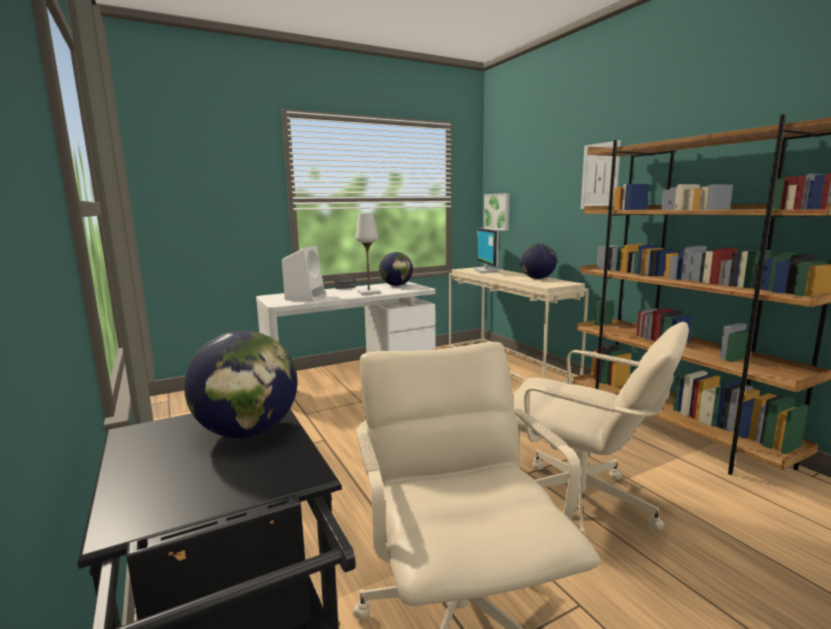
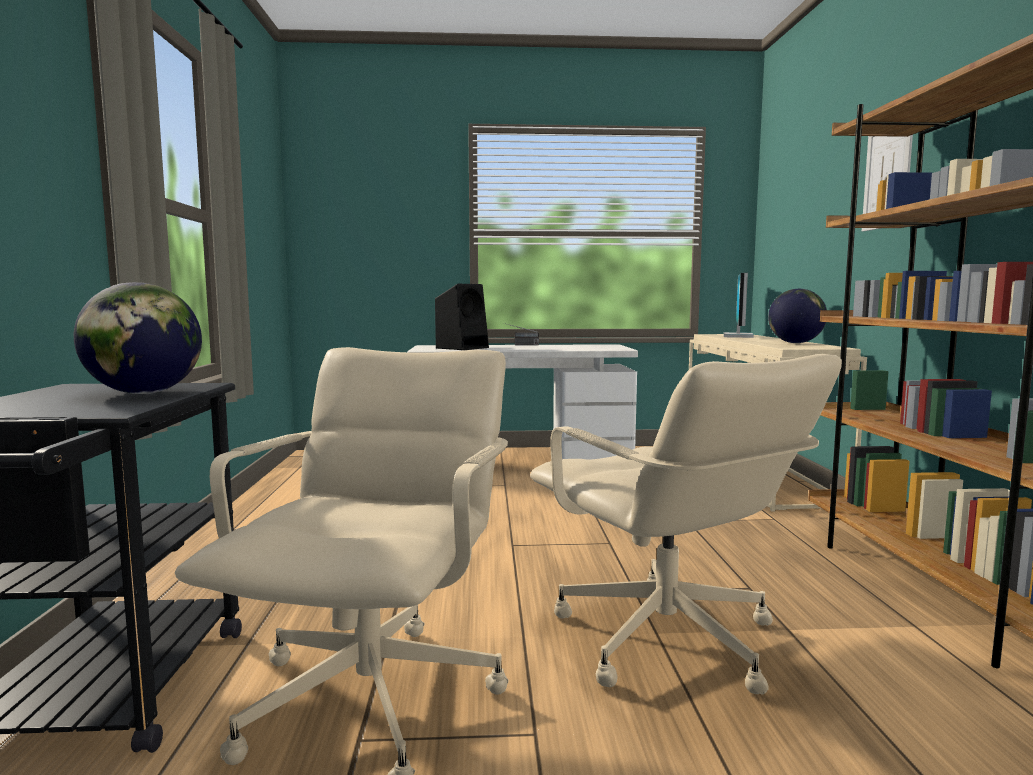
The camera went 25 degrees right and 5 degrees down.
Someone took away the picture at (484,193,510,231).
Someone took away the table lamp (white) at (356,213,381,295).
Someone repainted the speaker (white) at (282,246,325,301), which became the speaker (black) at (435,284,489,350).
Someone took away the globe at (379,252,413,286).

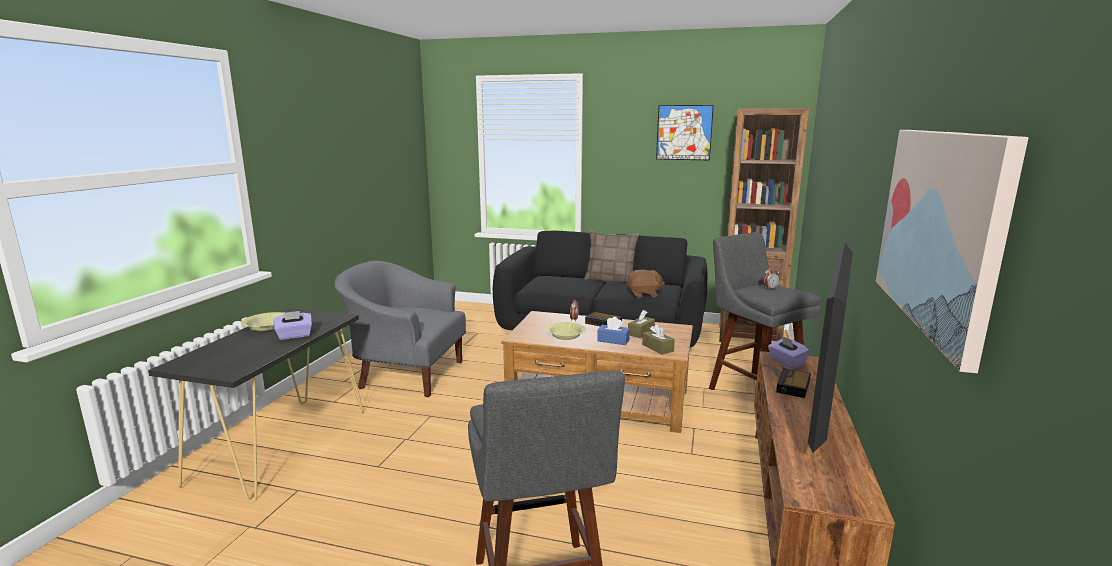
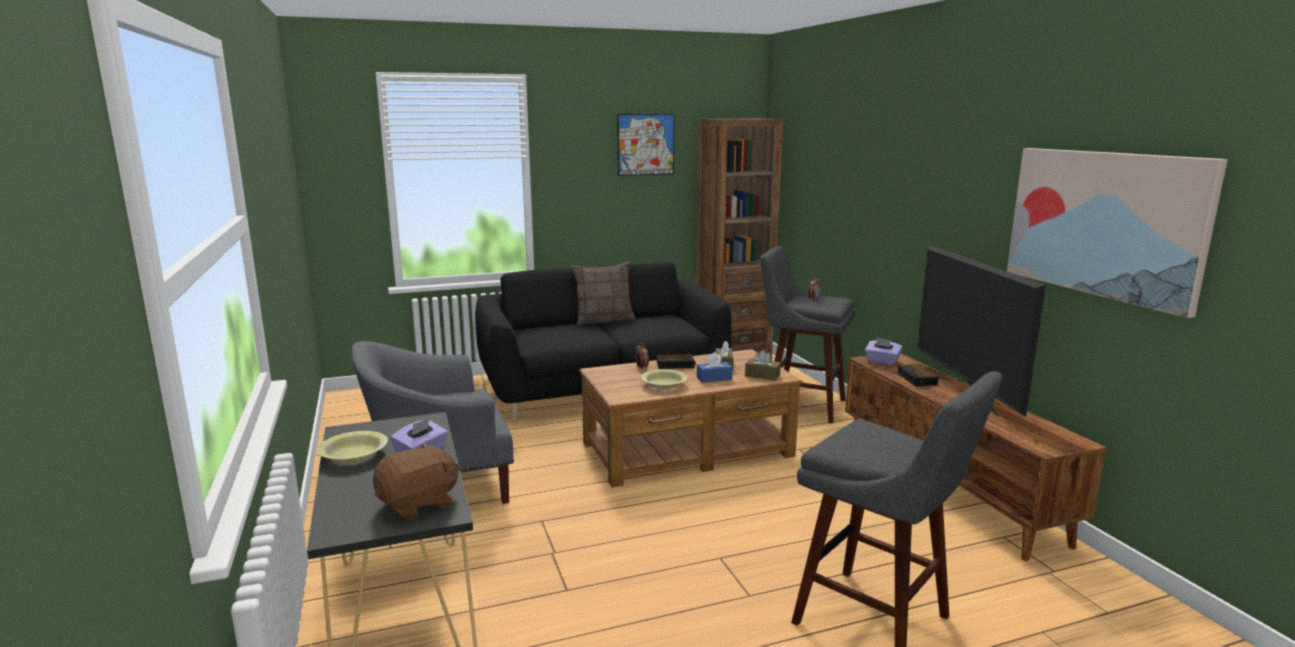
The camera went 35 degrees left and 0 degrees up.
Someone carried the plush toy (brown) from (627,270,665,298) to (373,443,460,520).

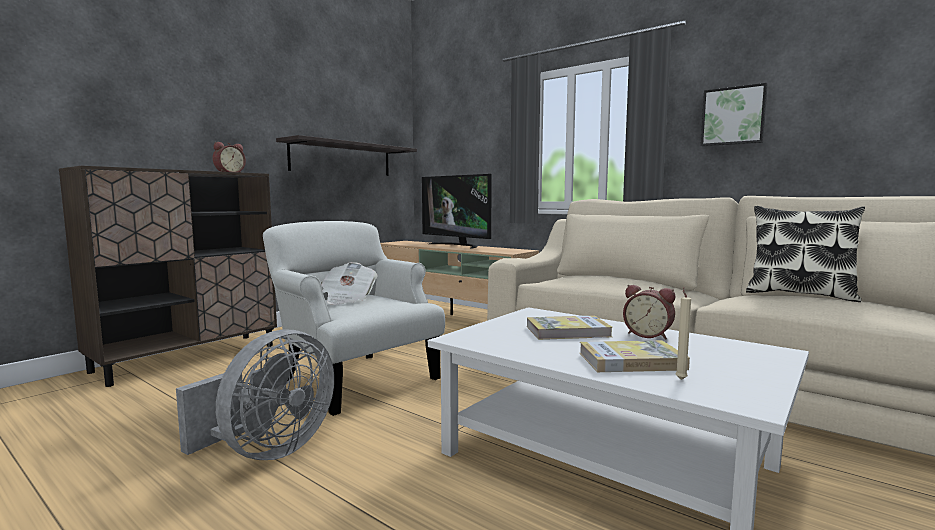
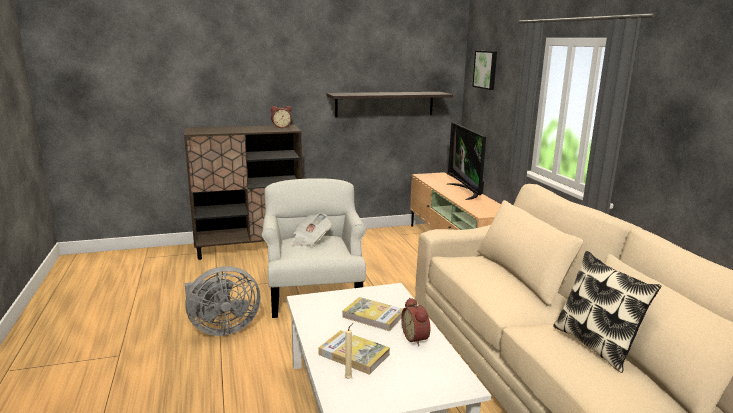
The camera went 35 degrees right and 10 degrees up.
Someone carried the picture from (701,83,768,146) to (472,51,497,90).

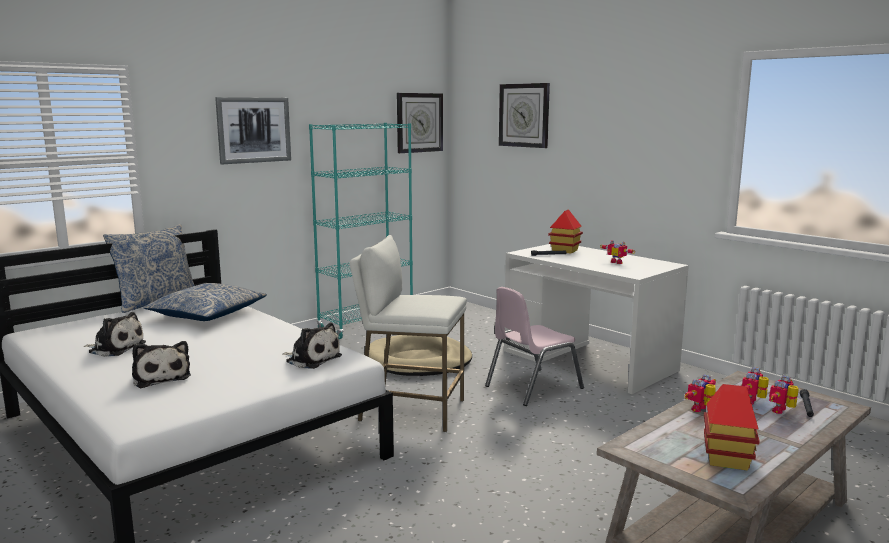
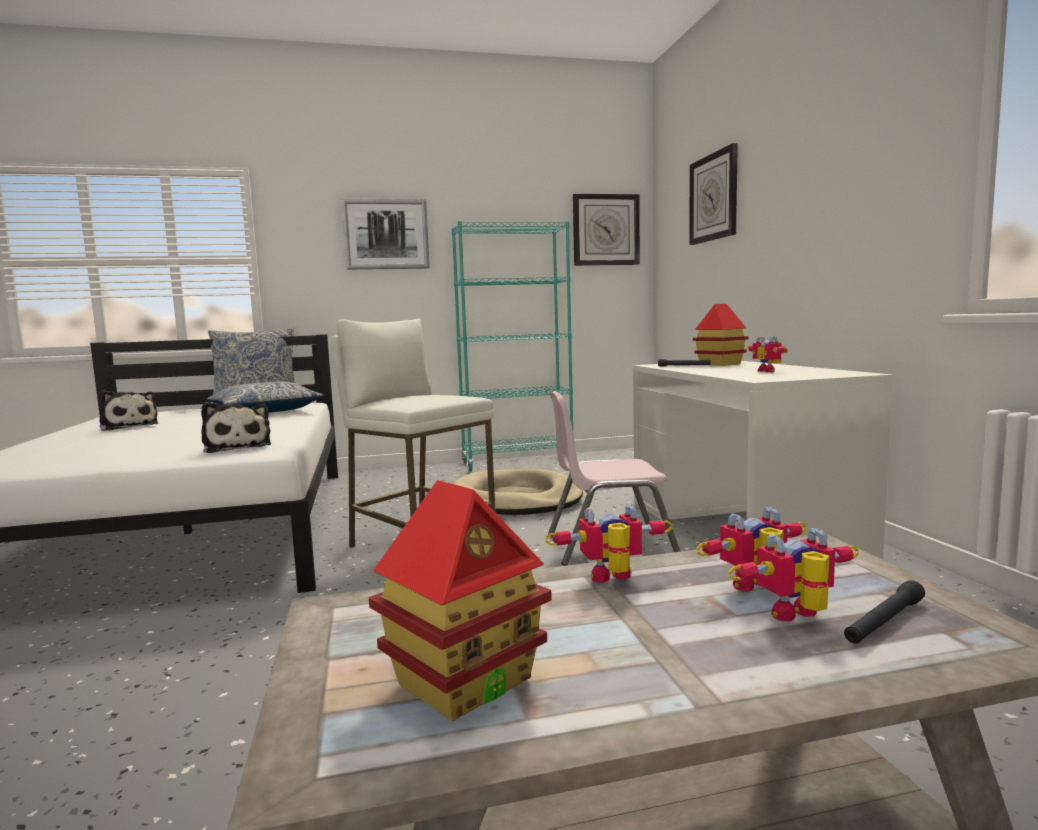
The camera went 30 degrees right and 5 degrees down.
Someone took away the plush toy at (132,341,191,388).

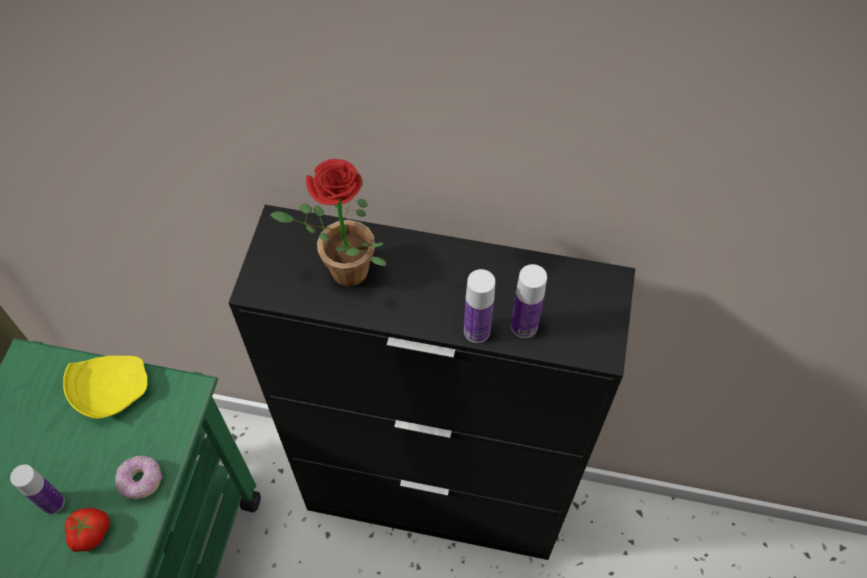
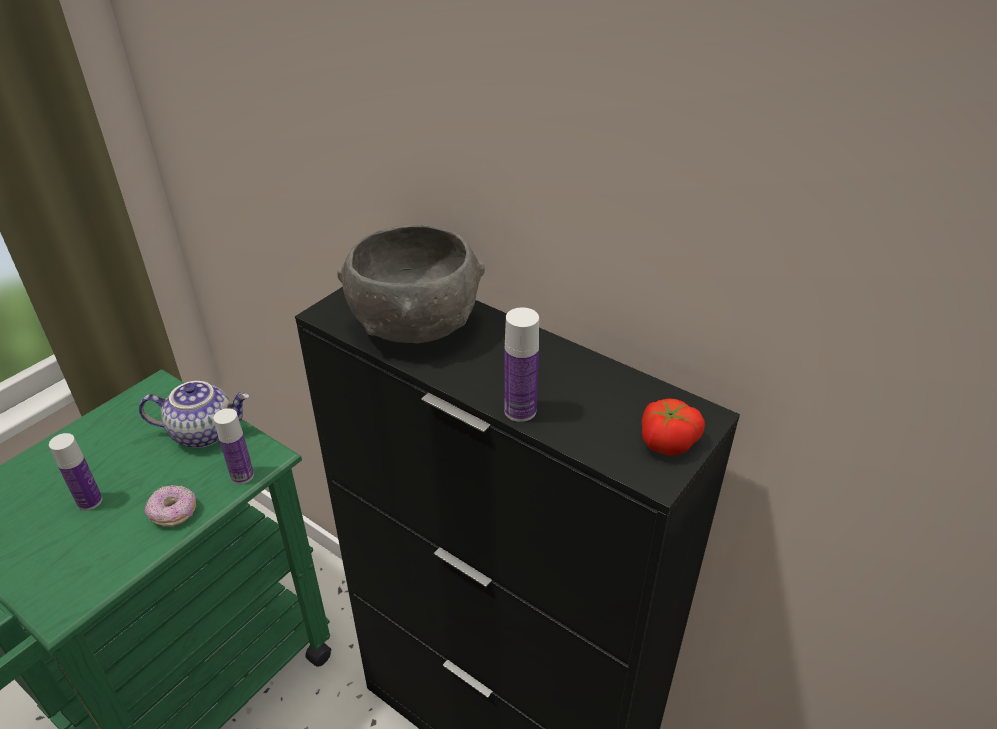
The camera went 25 degrees right and 20 degrees down.
Someone swapped the potted plant at (270,159,386,287) for the bowl (grey) at (337,225,485,343).
Someone carried the bottle from (511,264,547,338) to (213,408,254,484).
Someone swapped the plate (yellow) at (63,356,147,419) for the teapot at (139,381,250,448).
Someone carried the tomato from (65,508,110,552) to (642,398,705,455).

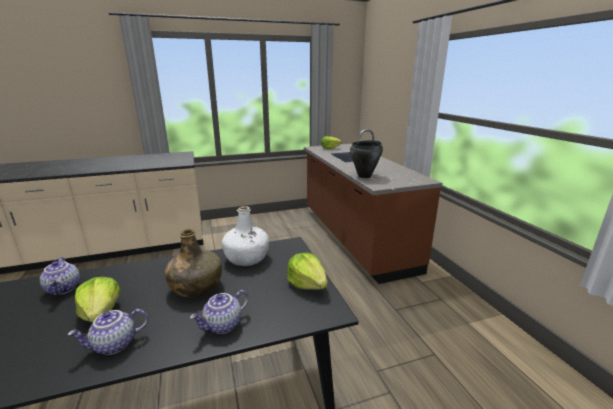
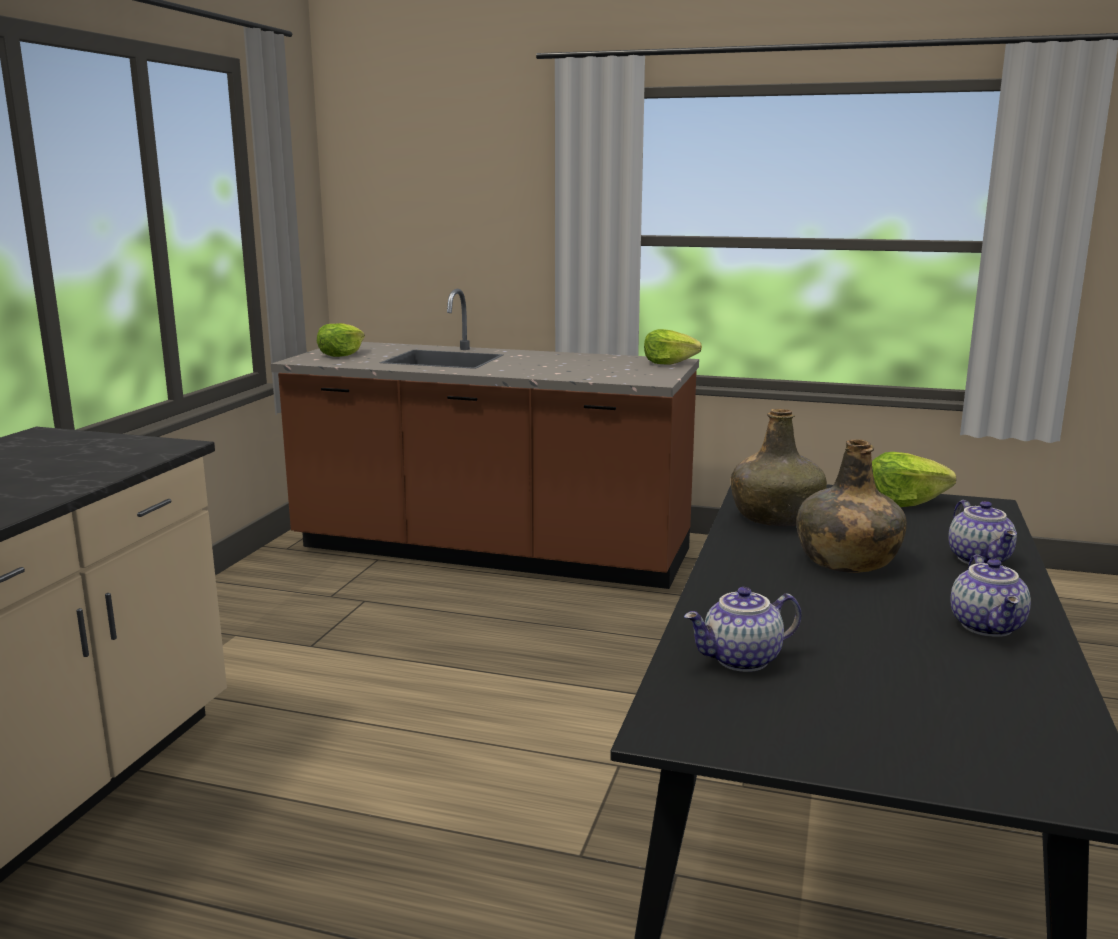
The camera went 55 degrees left and 5 degrees down.
Someone took away the cooking pot (black) at (350,140,383,178).
Someone repainted the bottle (white) at (222,206,269,266), which became the bottle (green) at (731,409,827,526).
Someone rotated the teapot at (40,257,80,295) by 150 degrees clockwise.
Someone carried the lettuce from (75,277,120,323) to (644,329,702,365).

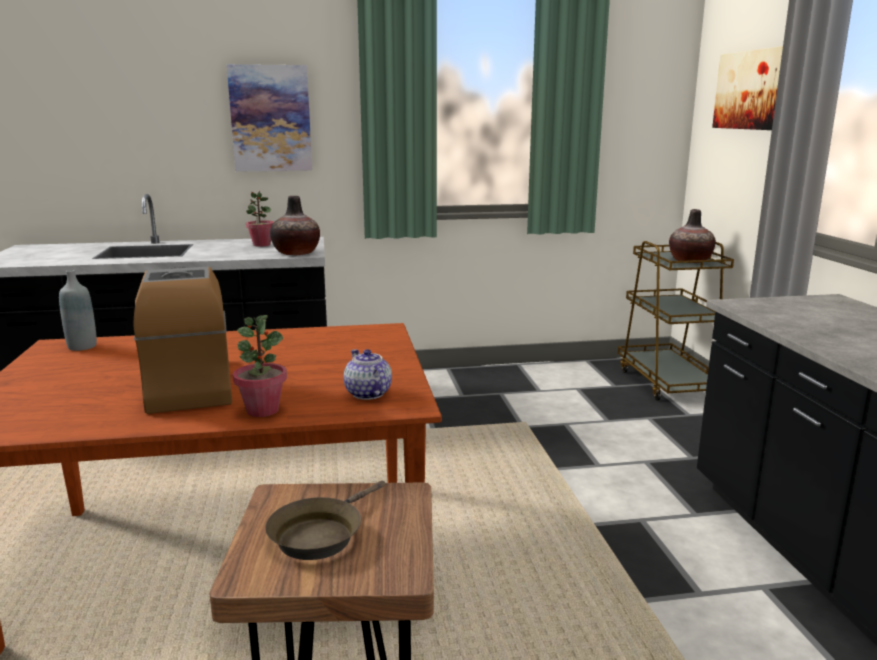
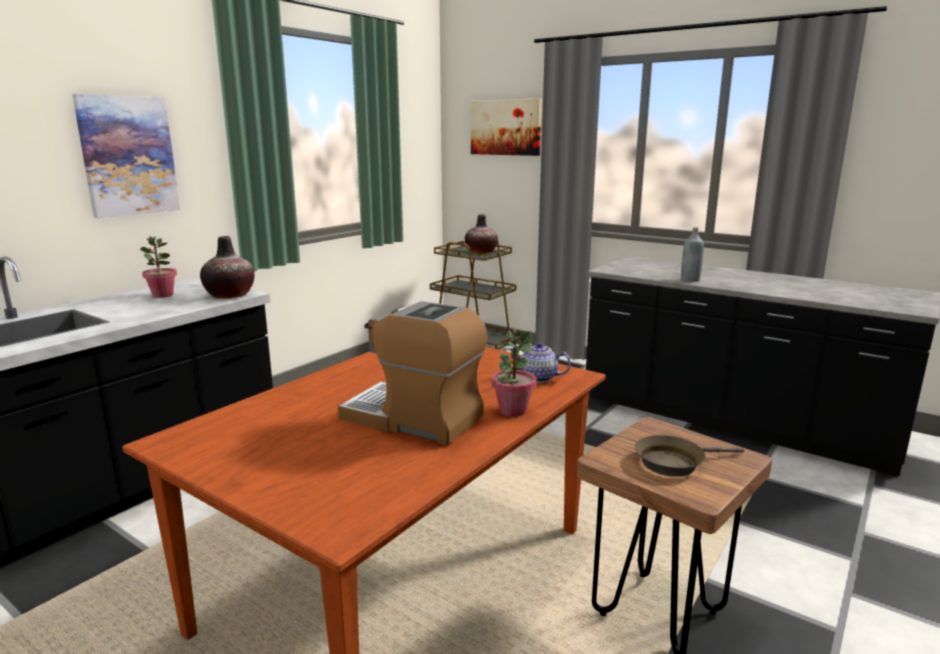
The camera went 45 degrees left and 0 degrees up.
Someone carried the bottle (grey) from (59,270,97,351) to (681,227,704,282).
Someone rotated the frying pan (brown) at (265,480,385,560) by 90 degrees clockwise.

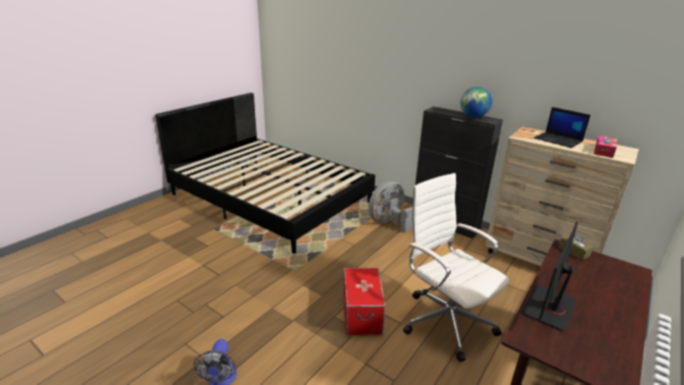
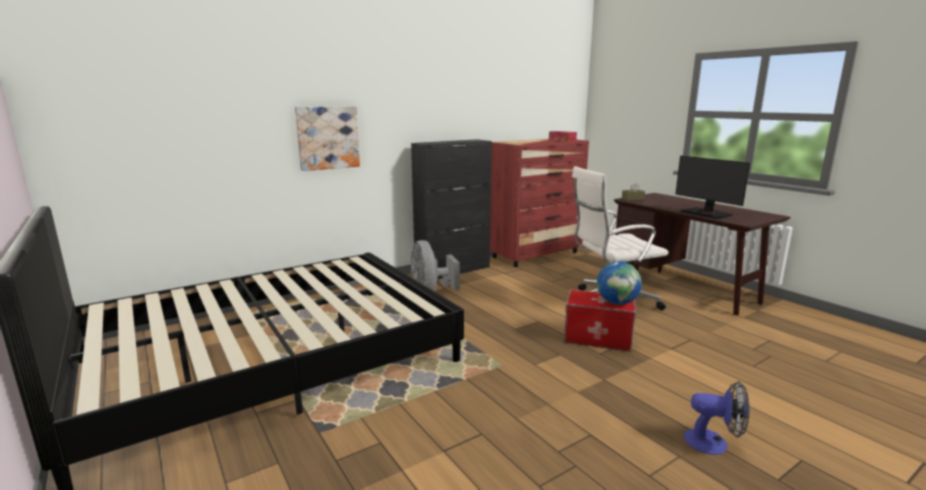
The camera went 70 degrees left and 10 degrees down.
Someone carried the globe from (460,87,492,118) to (597,261,642,305).
Someone took away the laptop at (534,107,591,148).
Someone repainted the dresser (beige) at (485,126,639,266), which became the dresser (red) at (490,139,589,267).
Someone put up the picture at (295,106,360,171).

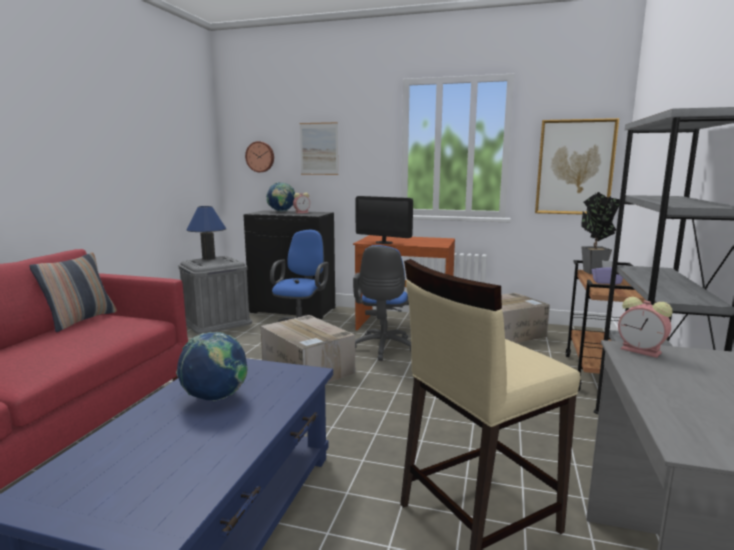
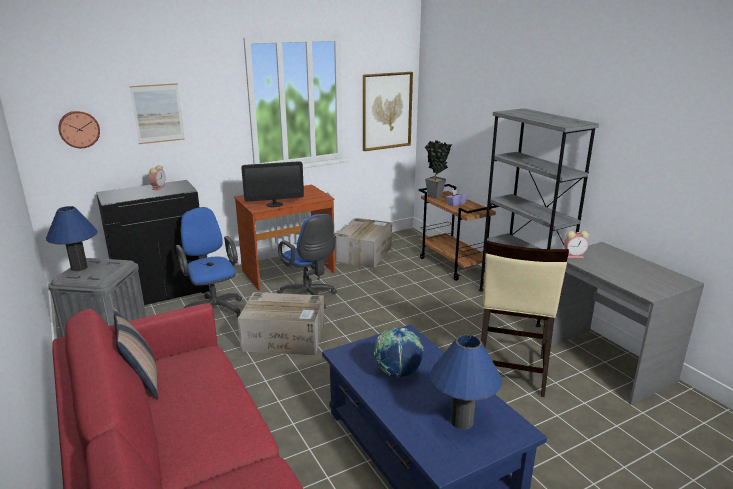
The camera went 45 degrees left and 10 degrees up.
Someone took away the globe at (266,182,295,212).
Someone put down the table lamp (blue) at (430,335,502,430).

